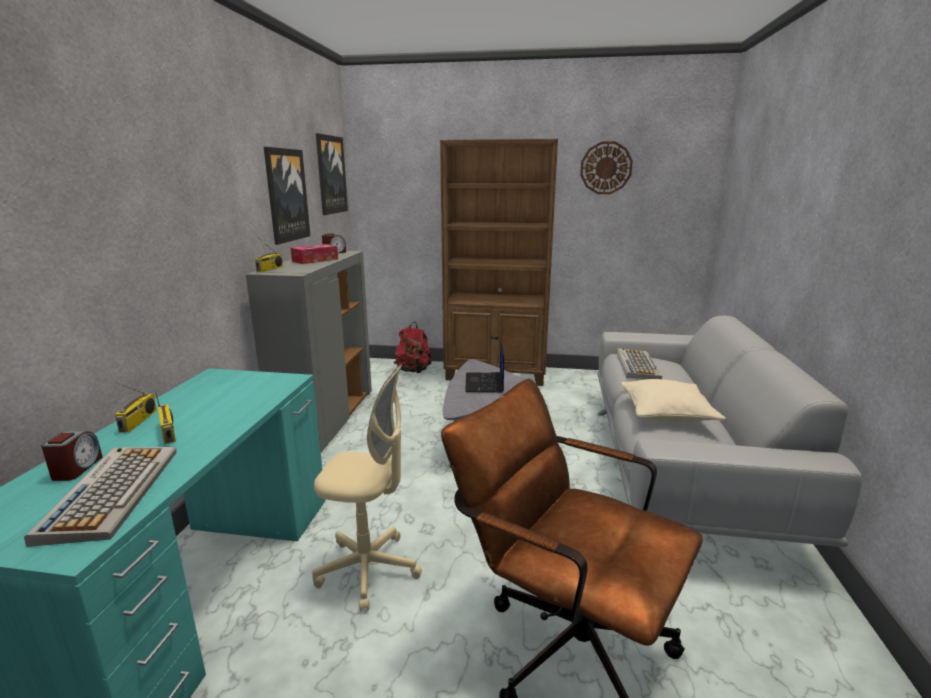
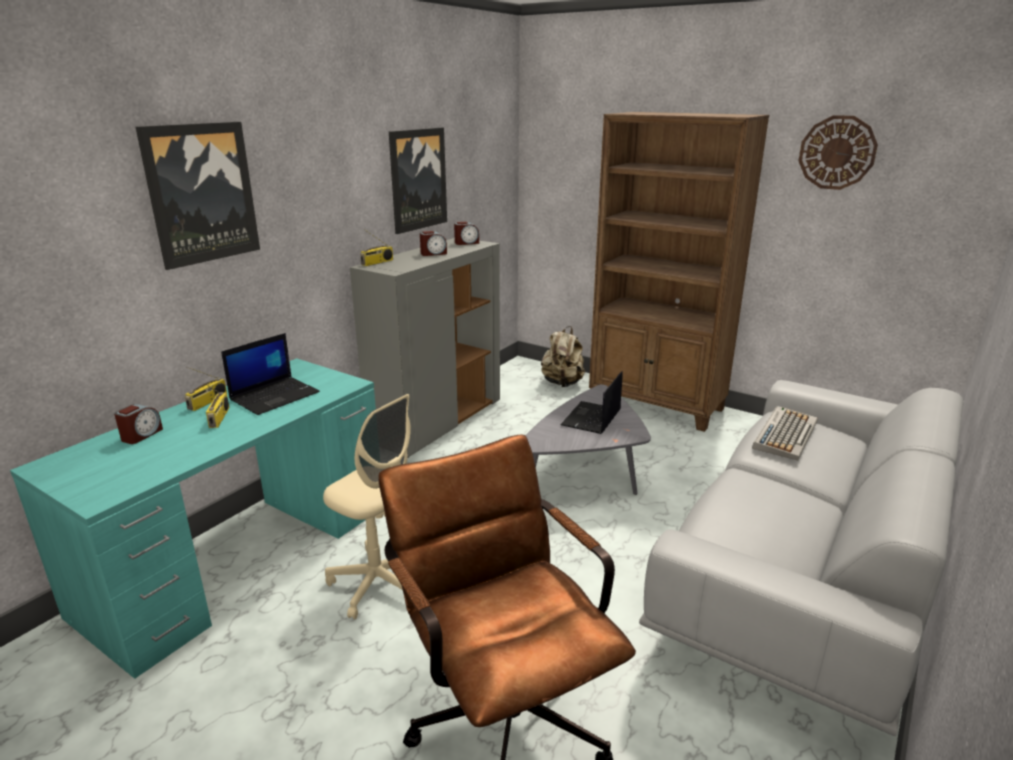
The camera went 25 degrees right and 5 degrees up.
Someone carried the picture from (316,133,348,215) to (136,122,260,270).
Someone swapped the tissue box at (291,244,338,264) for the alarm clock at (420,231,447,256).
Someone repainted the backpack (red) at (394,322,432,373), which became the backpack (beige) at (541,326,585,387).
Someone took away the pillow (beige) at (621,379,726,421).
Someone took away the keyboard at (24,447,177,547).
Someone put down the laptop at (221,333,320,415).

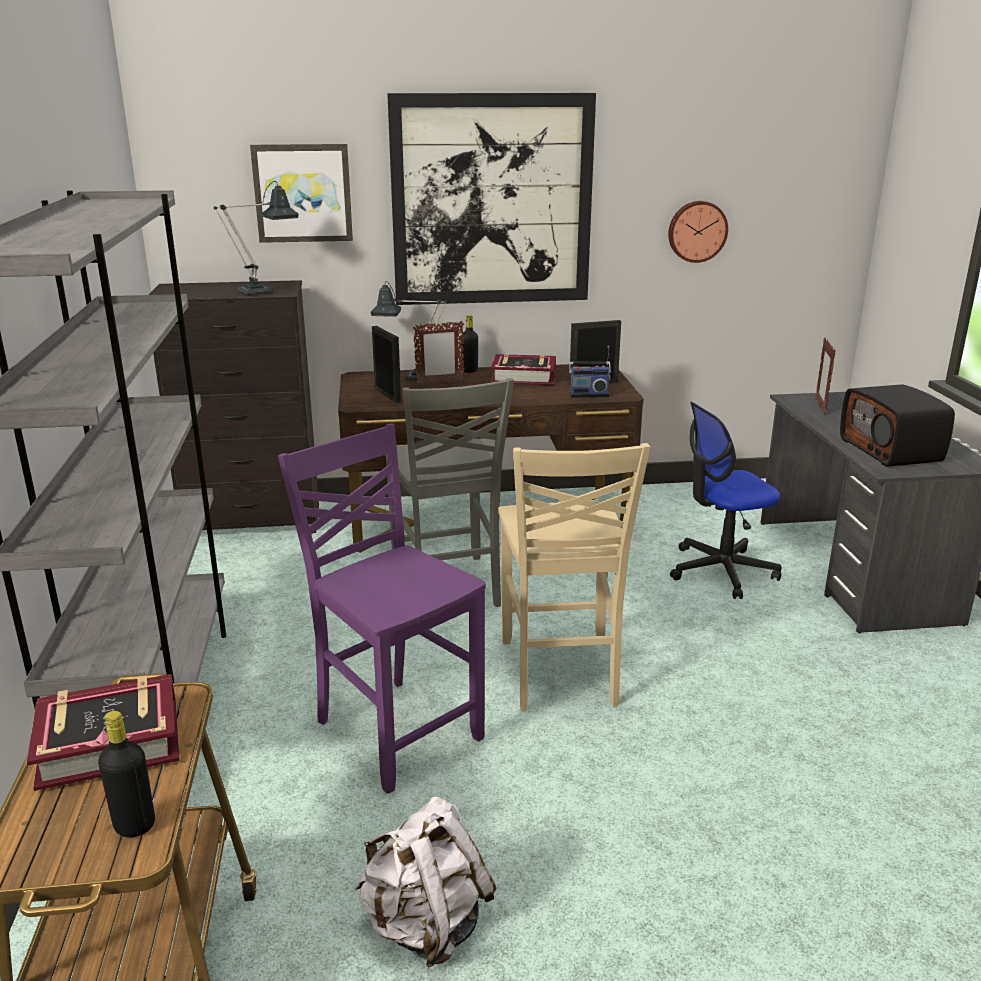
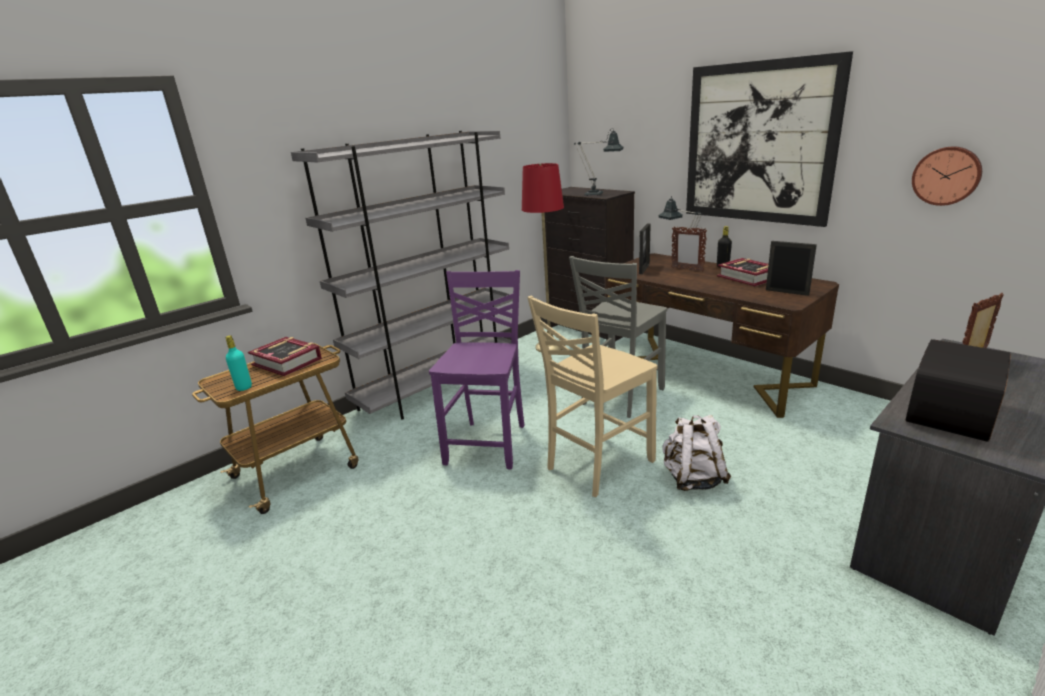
The camera went 55 degrees right and 0 degrees up.
Someone took away the picture at (250,144,353,243).
Someone took away the radio at (569,346,611,398).
Someone took away the office chair at (670,402,782,599).
Someone repainted the bottle (black) at (98,711,155,837), which became the bottle (turquoise) at (226,335,252,391).
Someone carried the backpack (white) from (354,797,497,968) to (663,415,731,491).
Someone put down the floor lamp (red) at (522,163,565,352).

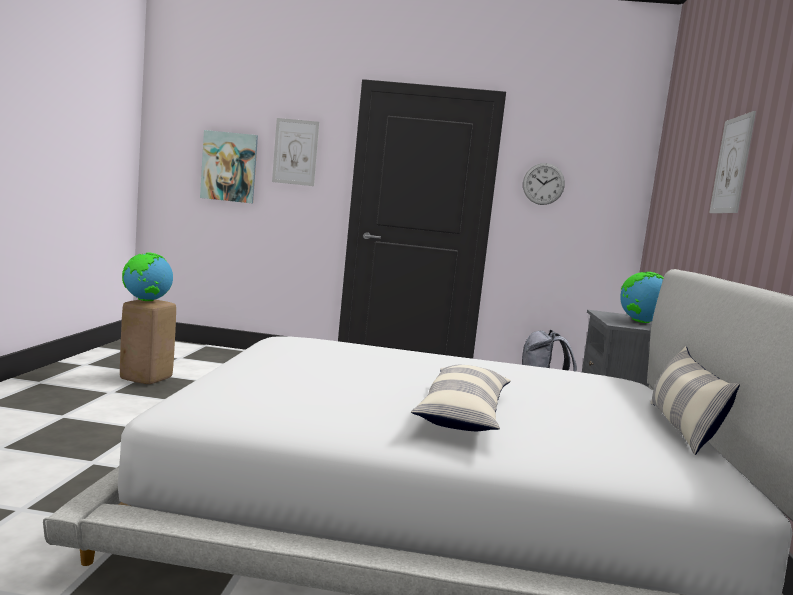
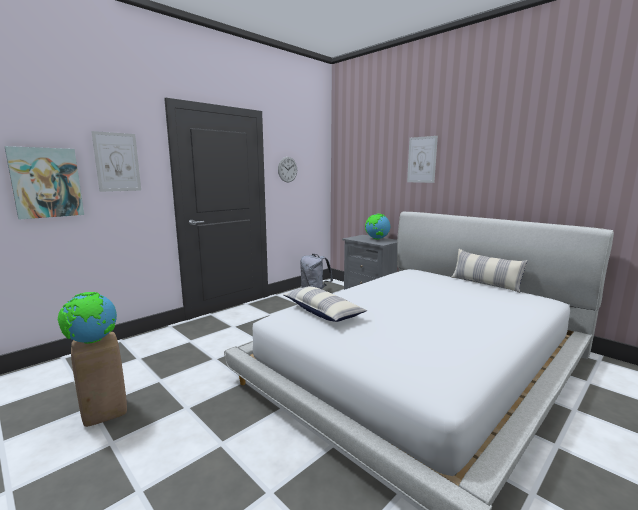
The camera went 50 degrees left and 5 degrees up.
Someone carried the pillow from (411,365,511,431) to (283,286,367,322).

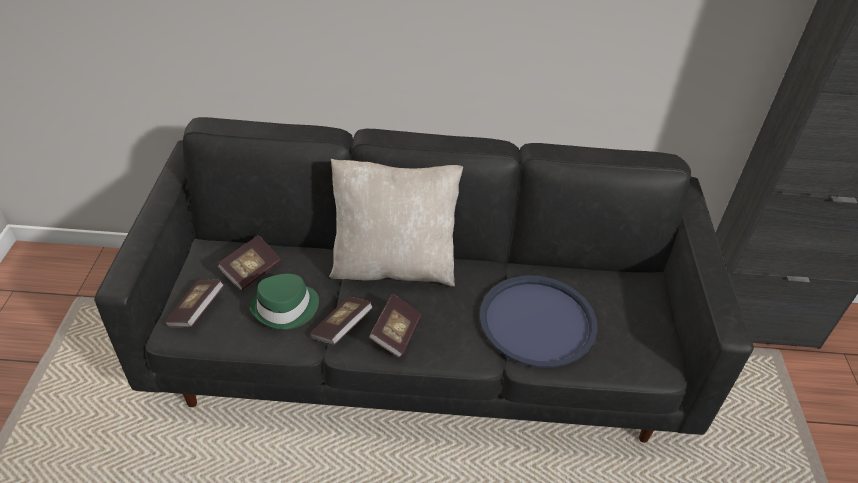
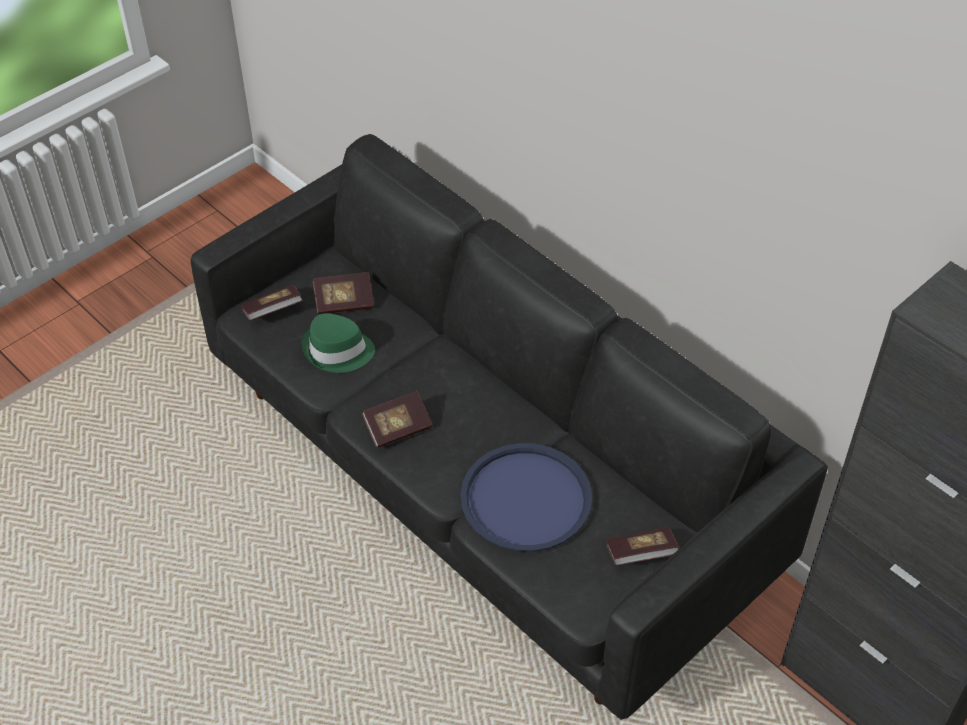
The camera went 45 degrees right and 5 degrees up.
Someone took away the pillow (beige) at (329,159,463,286).
Someone carried the book from (310,296,373,345) to (606,527,679,566).

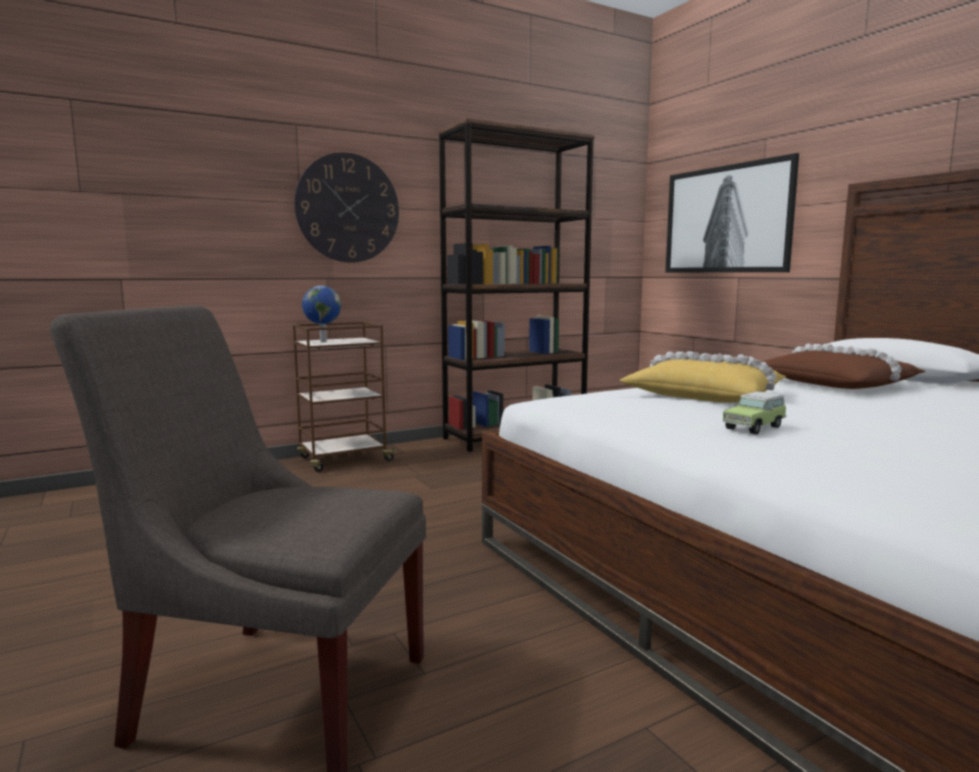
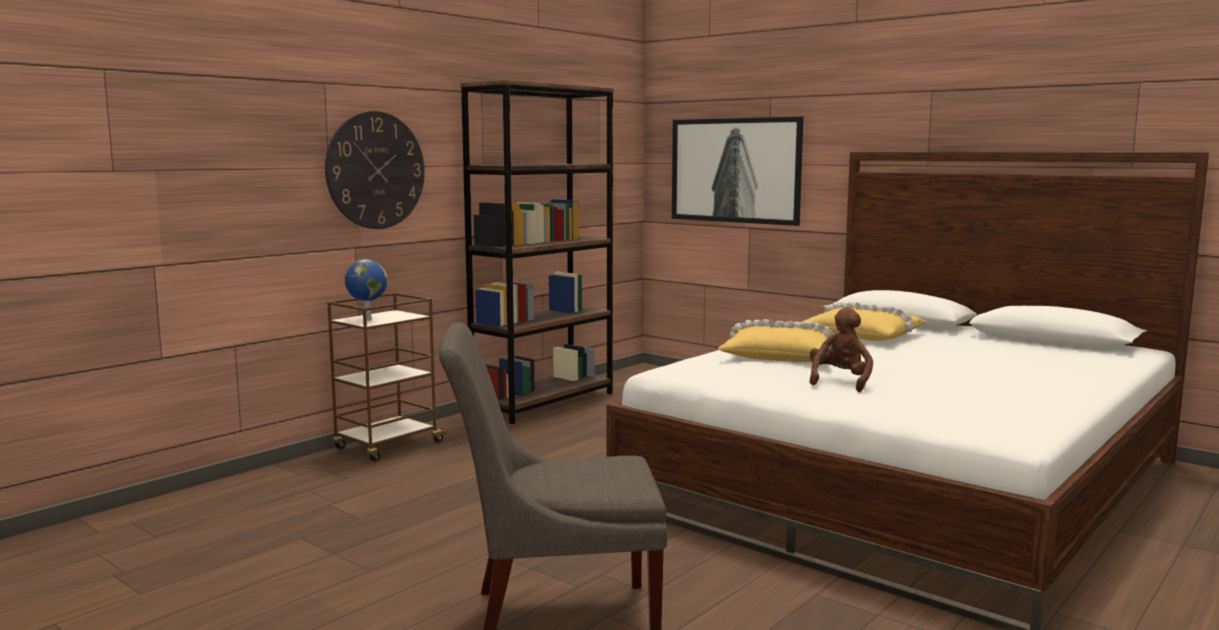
The camera went 20 degrees left and 0 degrees up.
Someone repainted the pillow (brown) at (761,344,926,389), which became the pillow (yellow) at (801,302,927,341).
Someone swapped the toy car at (723,391,787,434) for the plush toy (brown) at (810,307,873,392).

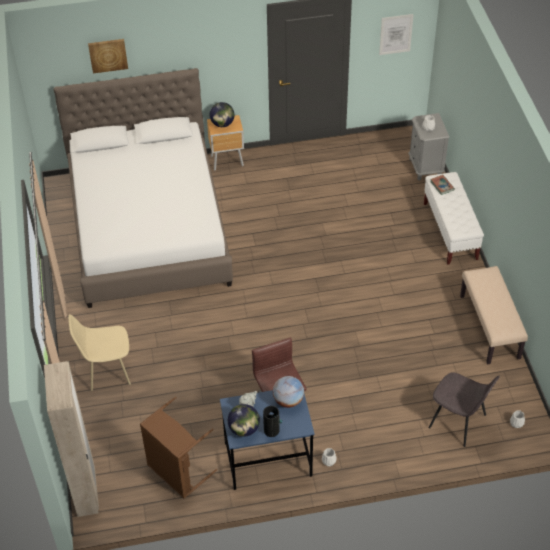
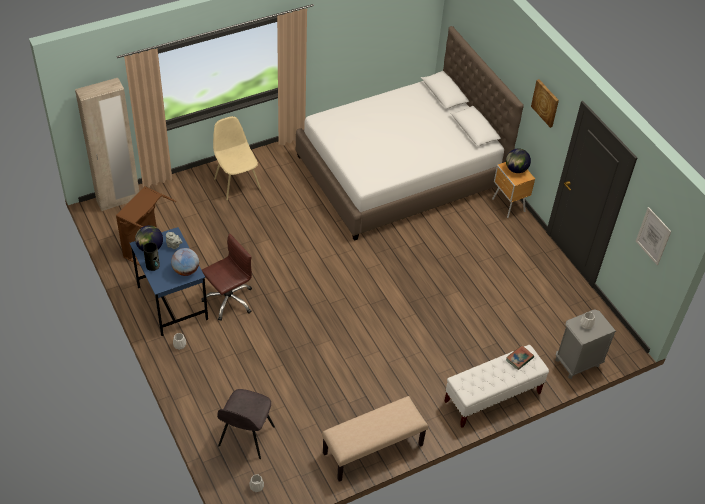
The camera went 70 degrees right and 0 degrees up.
Someone carried the picture from (88,39,128,73) to (531,79,559,128).

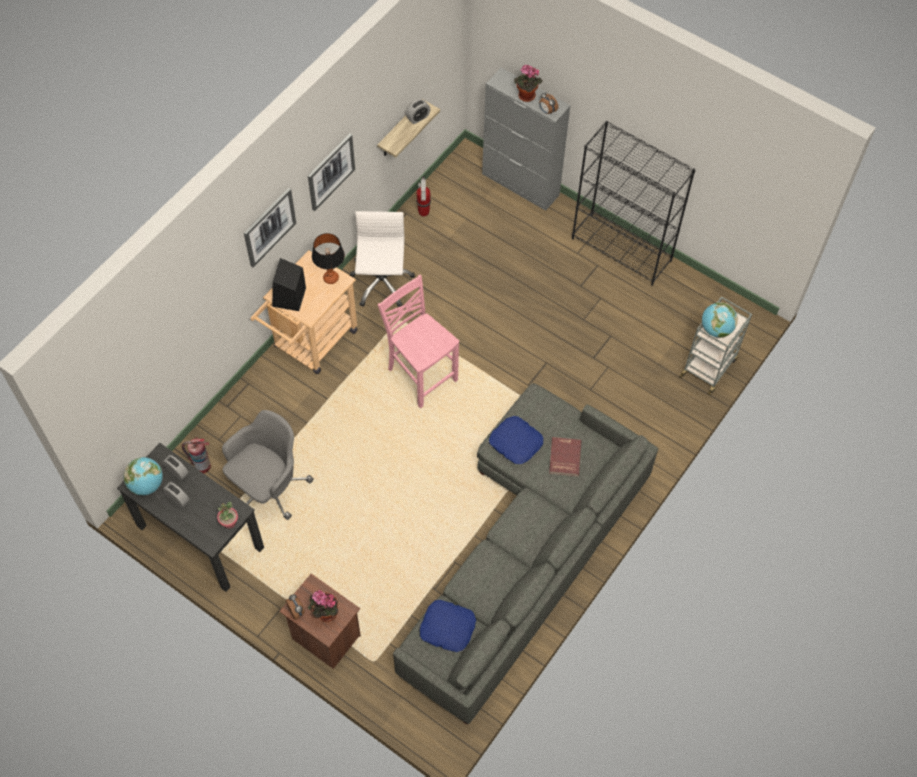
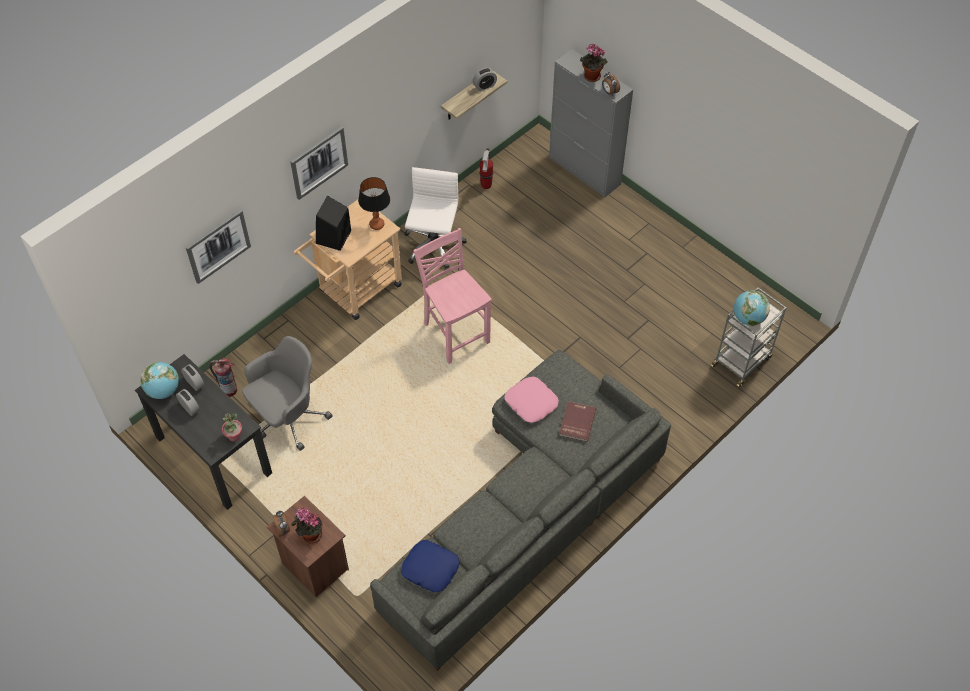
The camera went 10 degrees right and 5 degrees down.
Someone took away the bookcase (black) at (572,121,696,286).
Someone carried the picture from (308,134,355,211) to (186,209,251,284).
Someone repainted the pillow (blue) at (489,416,543,464), which became the pillow (pink) at (505,377,559,423).

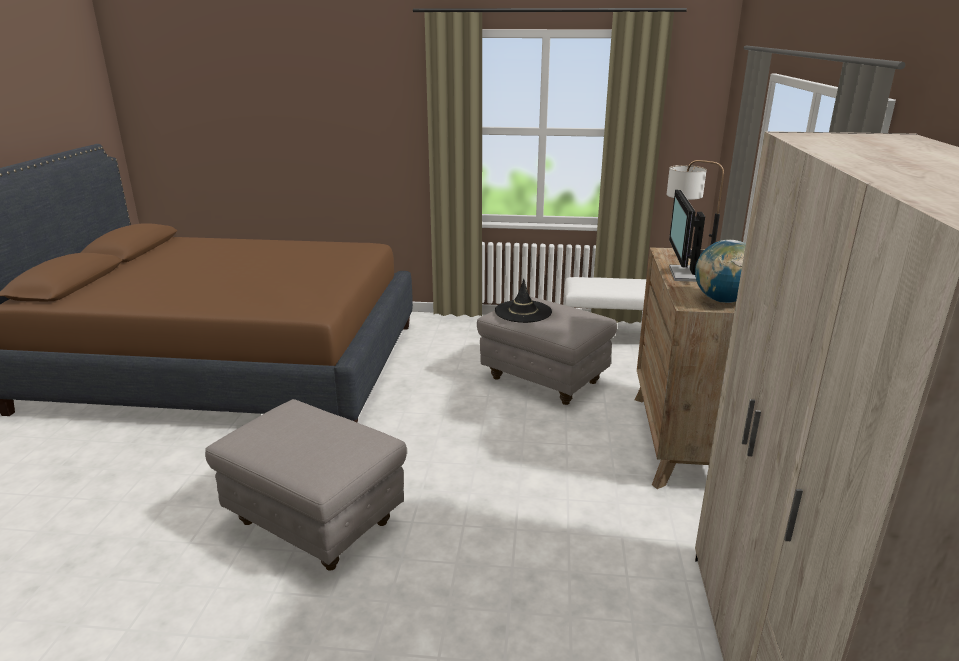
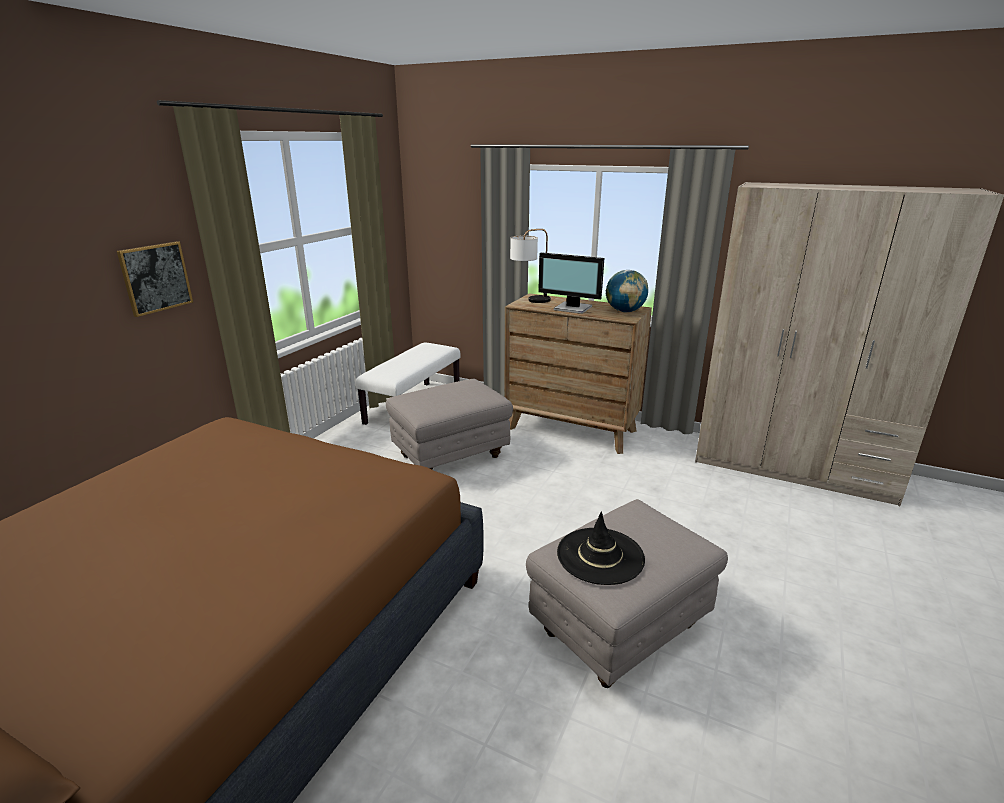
The camera went 70 degrees left and 0 degrees up.
Someone carried the hat (black) from (495,279,552,323) to (557,512,645,585).
Someone put up the picture at (117,241,193,317).

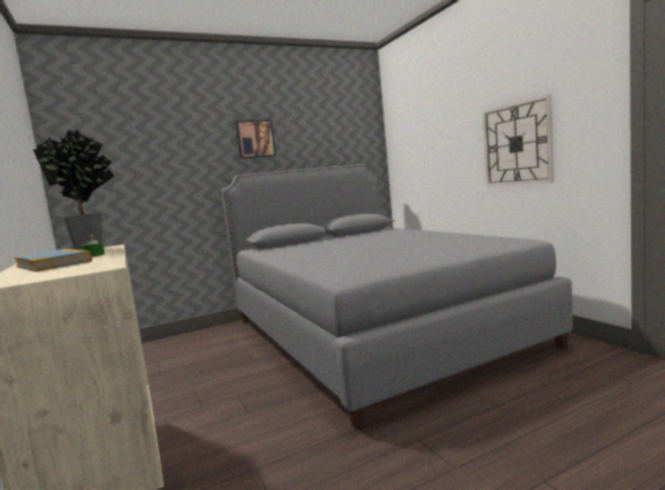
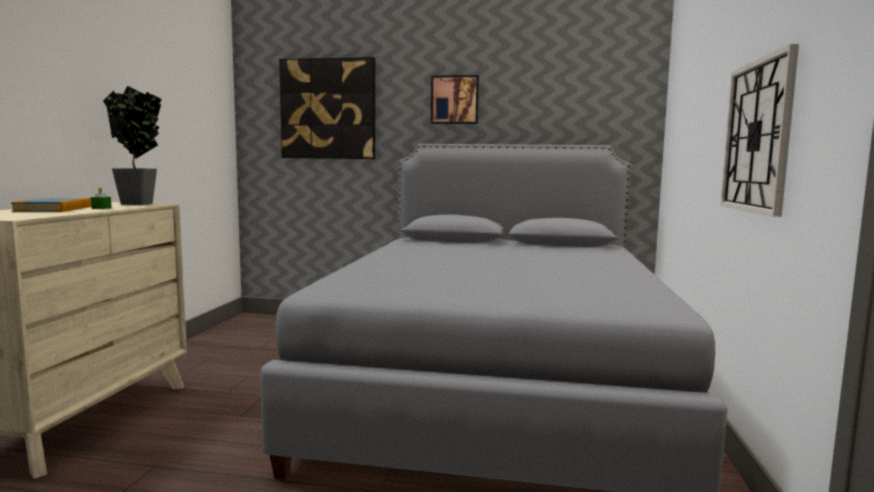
The camera went 35 degrees right and 0 degrees up.
Someone put up the picture at (279,57,375,159).

